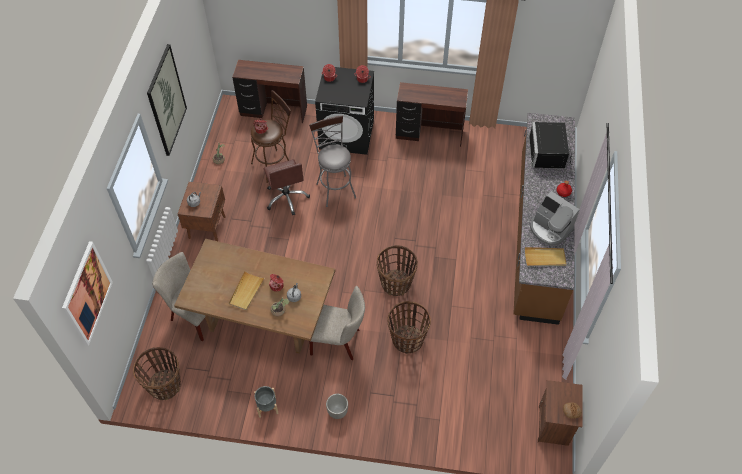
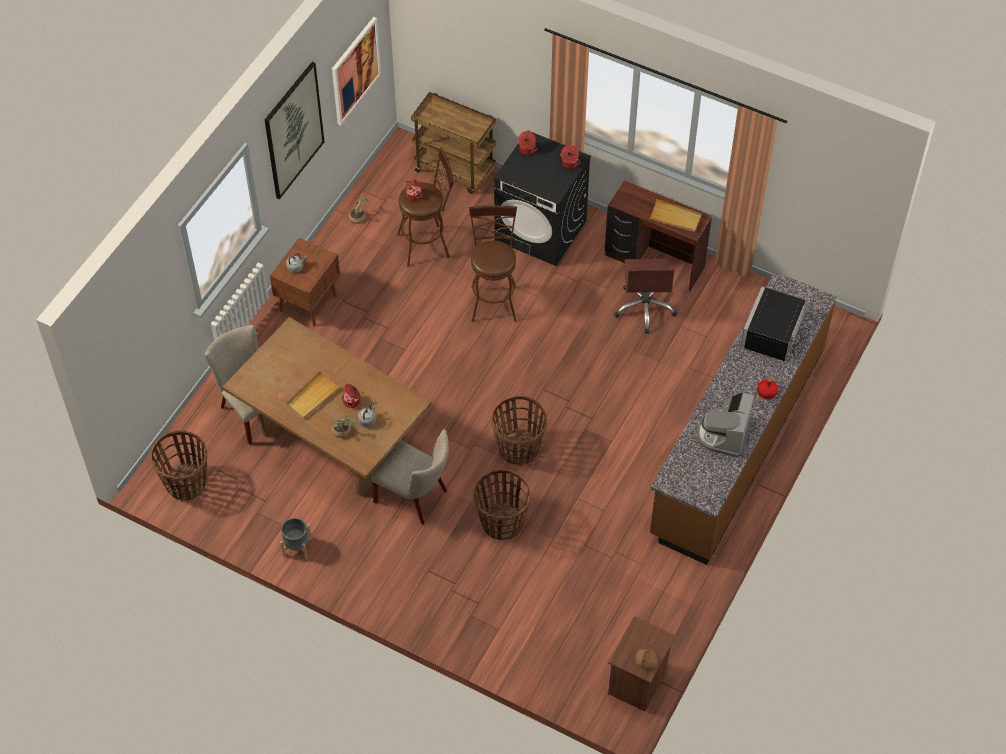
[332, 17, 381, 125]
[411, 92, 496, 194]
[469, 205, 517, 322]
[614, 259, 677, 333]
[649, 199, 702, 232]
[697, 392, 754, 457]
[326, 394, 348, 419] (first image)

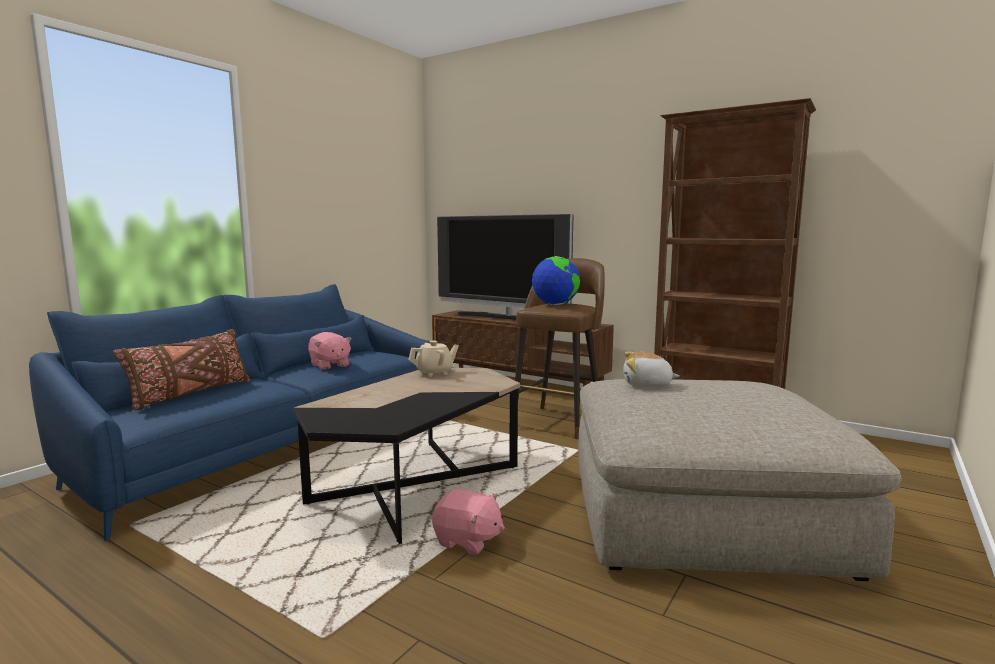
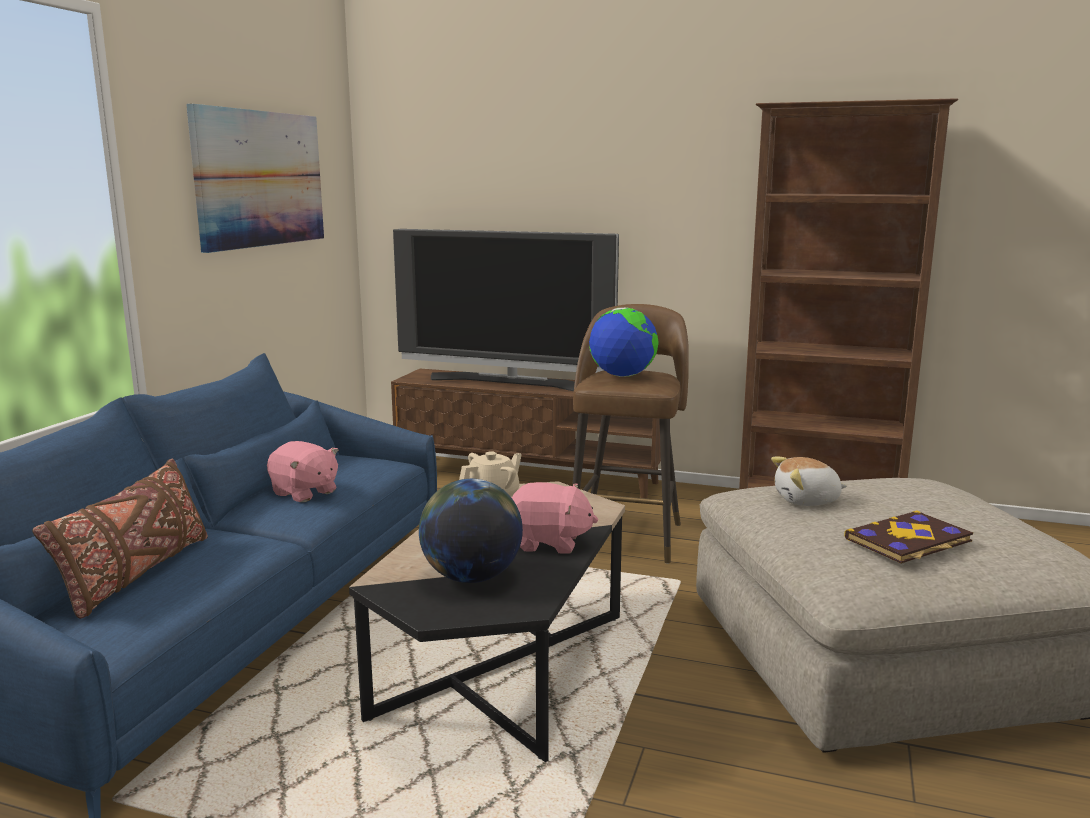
[186, 104, 324, 253]
[419, 479, 523, 583]
[512, 482, 598, 554]
[844, 510, 973, 564]

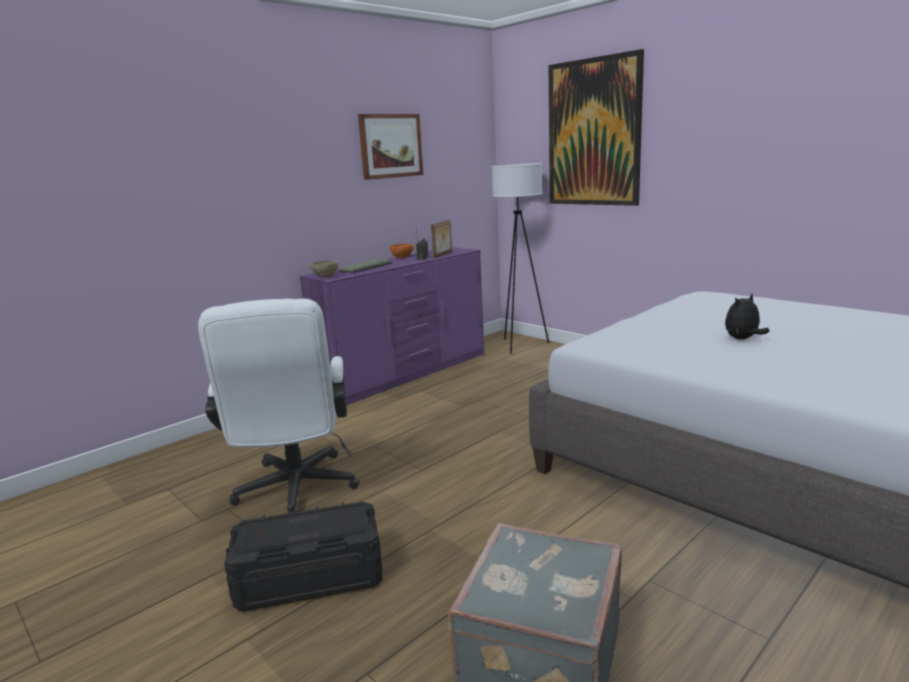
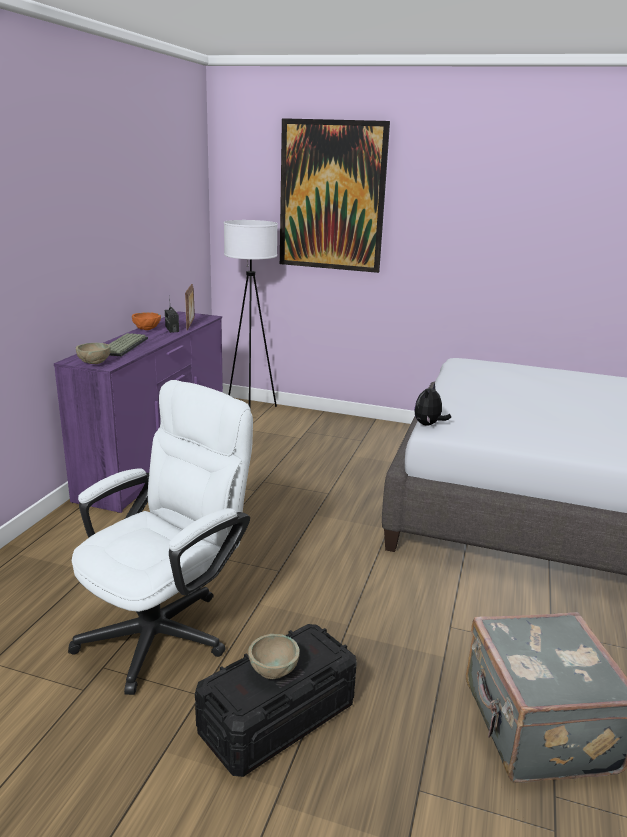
[68, 380, 253, 695]
[248, 634, 300, 679]
[414, 383, 451, 426]
[358, 114, 423, 180] (first image)

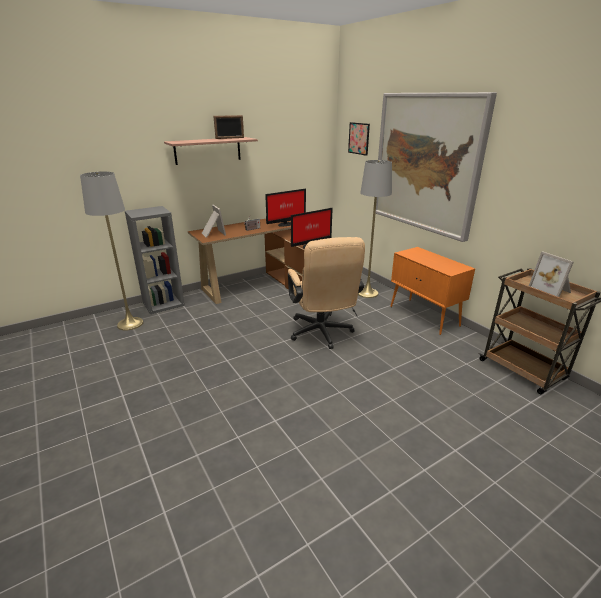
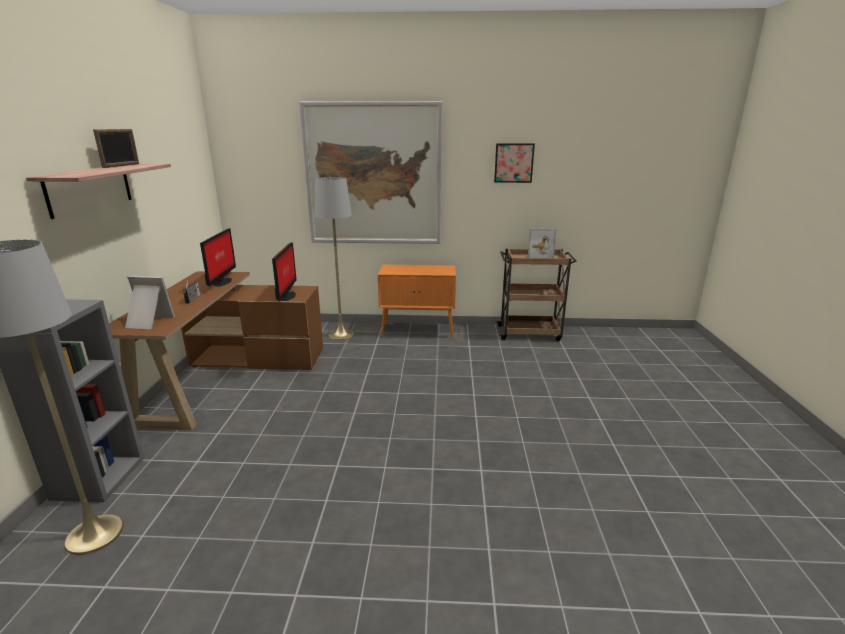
[494, 143, 535, 183]
[288, 237, 365, 349] (first image)

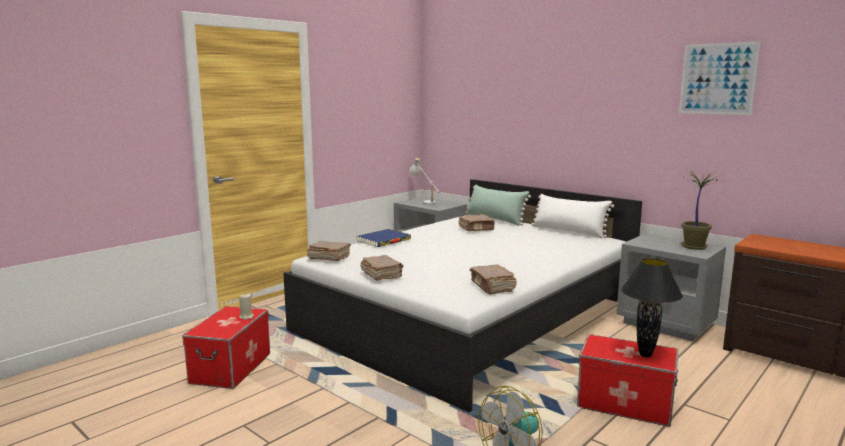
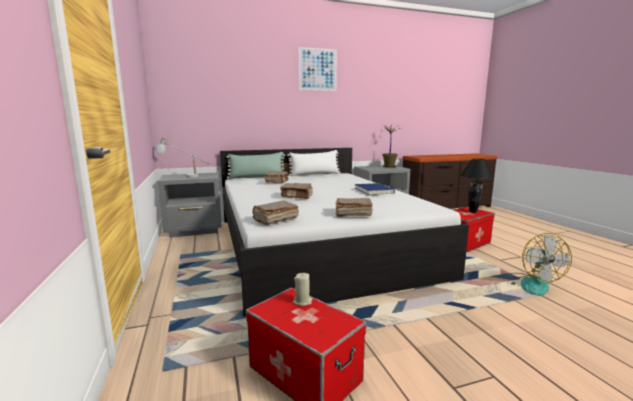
[280, 183, 313, 199]
[299, 47, 337, 91]
[355, 183, 395, 196]

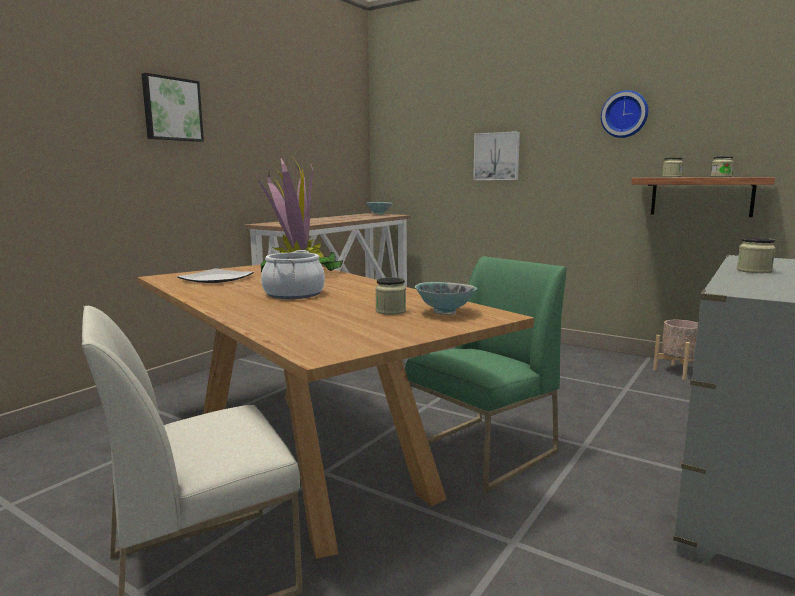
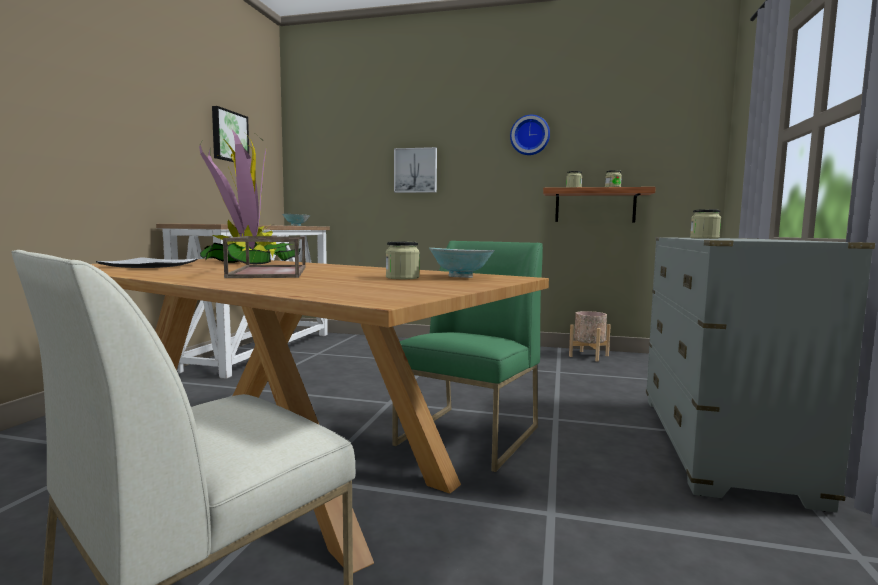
[212, 106, 249, 162]
[223, 236, 305, 278]

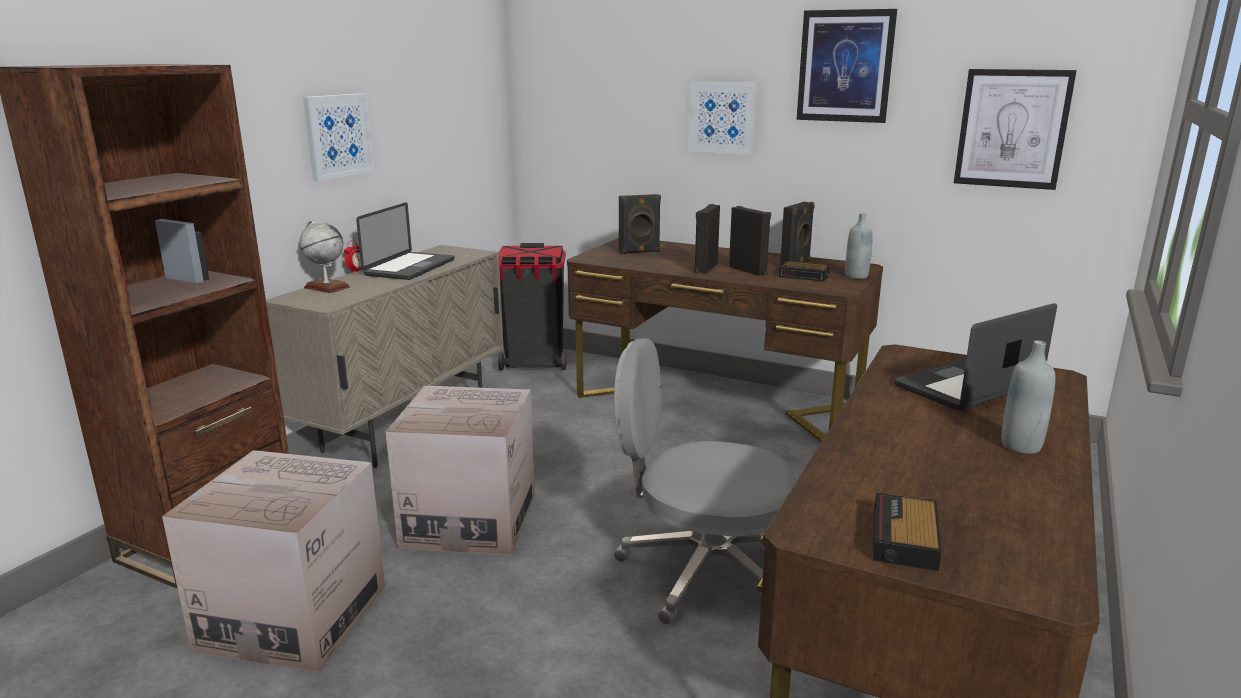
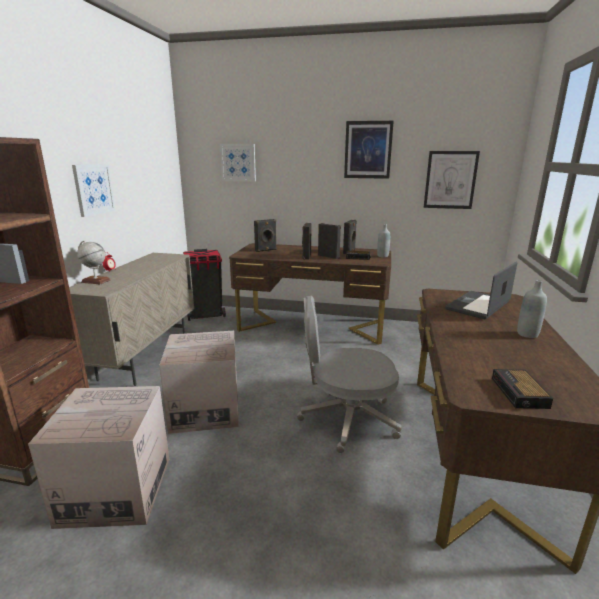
[220, 144, 256, 181]
[356, 202, 454, 280] (first image)

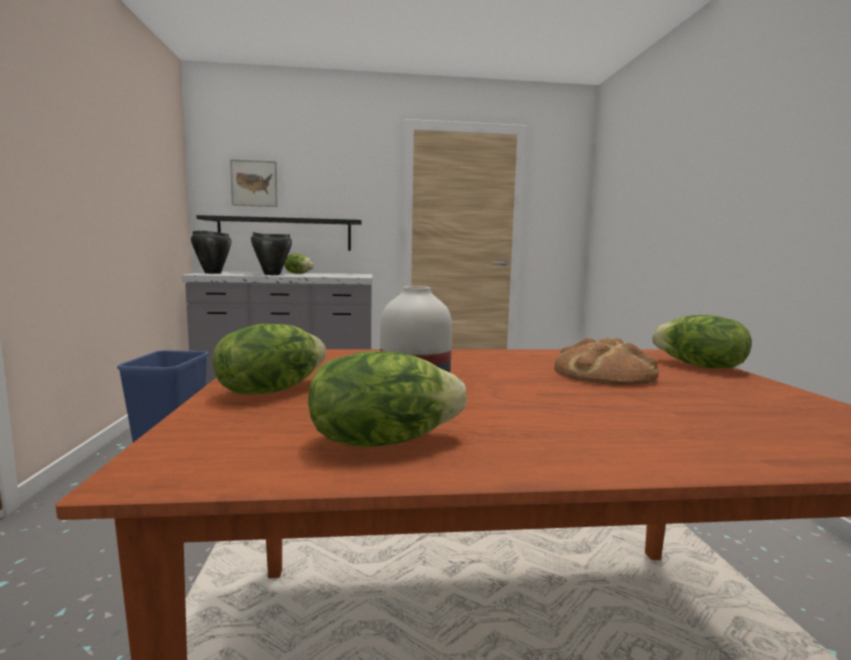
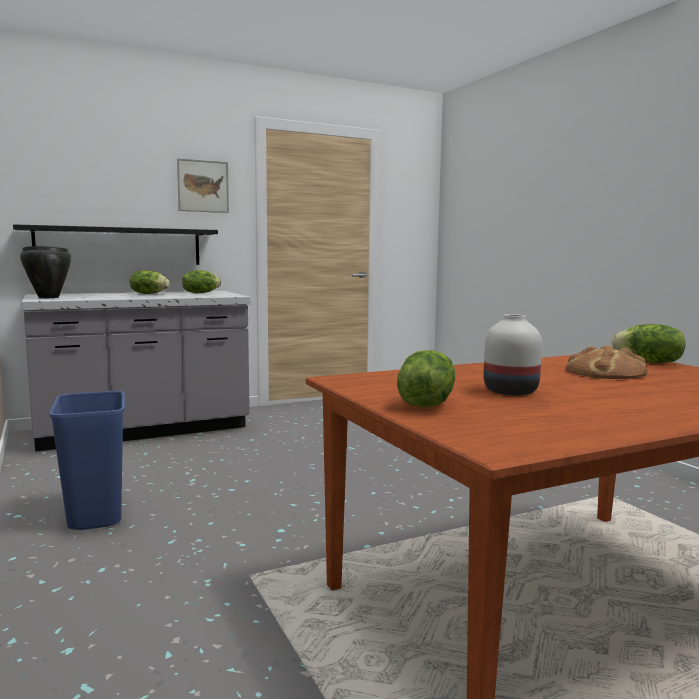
[177, 158, 229, 213]
[182, 270, 221, 293]
[251, 232, 292, 275] (first image)

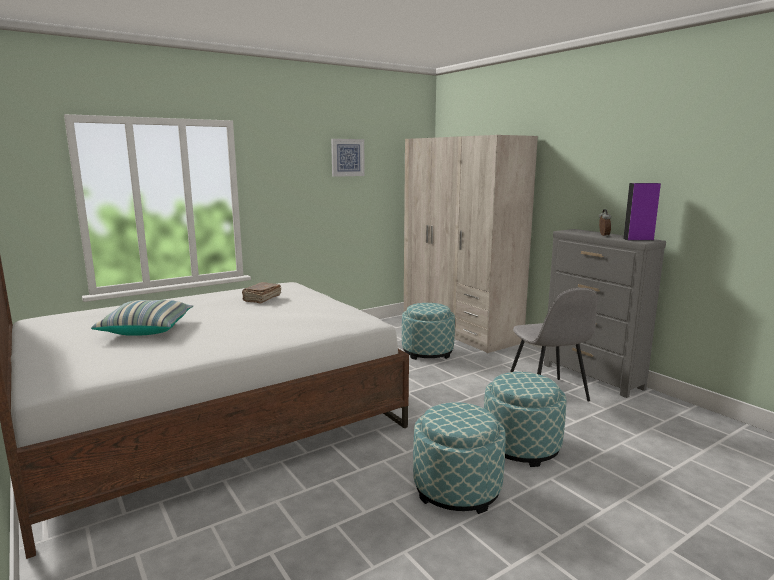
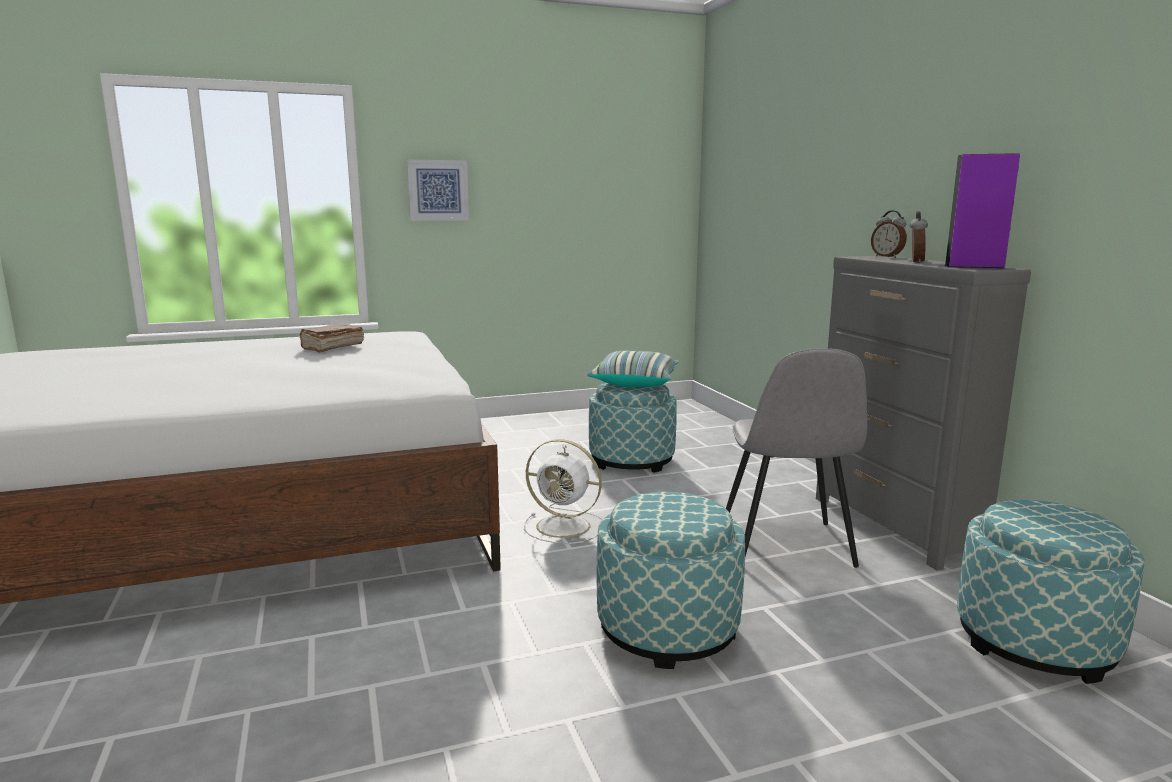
[407, 159, 469, 221]
[524, 439, 603, 544]
[587, 351, 679, 388]
[871, 210, 907, 258]
[957, 500, 1144, 684]
[404, 135, 538, 353] (first image)

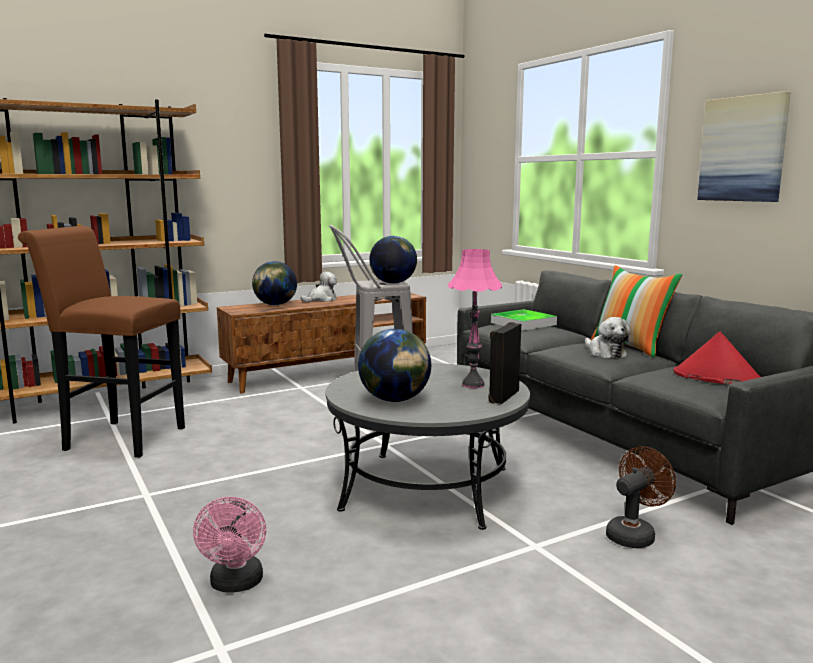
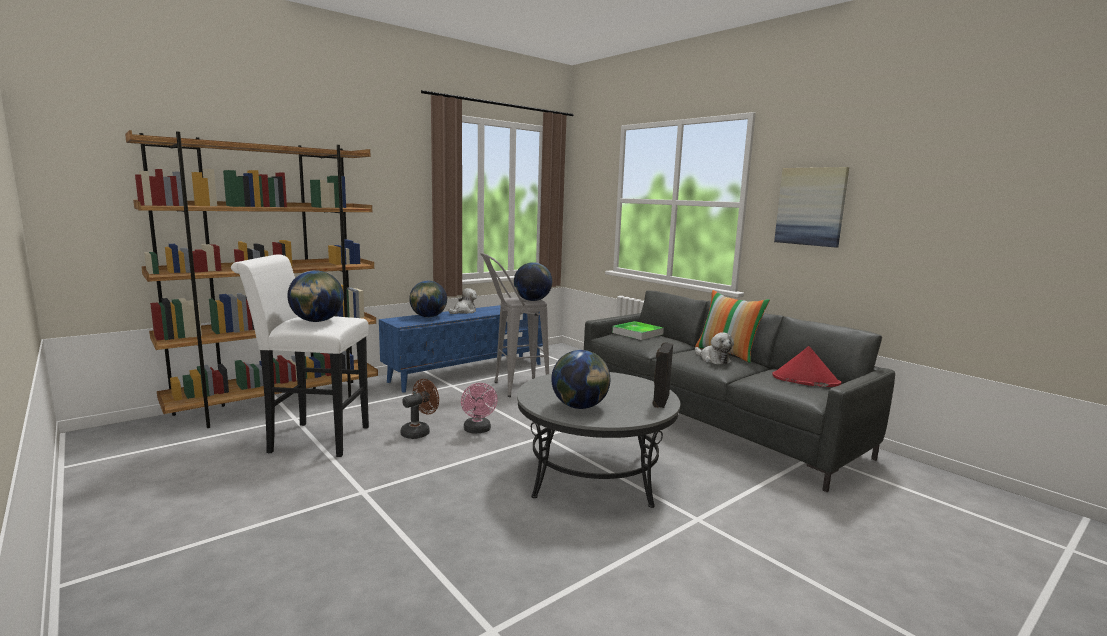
[231, 255, 369, 457]
[287, 270, 344, 322]
[379, 305, 543, 393]
[401, 379, 439, 439]
[461, 383, 498, 434]
[448, 249, 502, 388] (first image)

